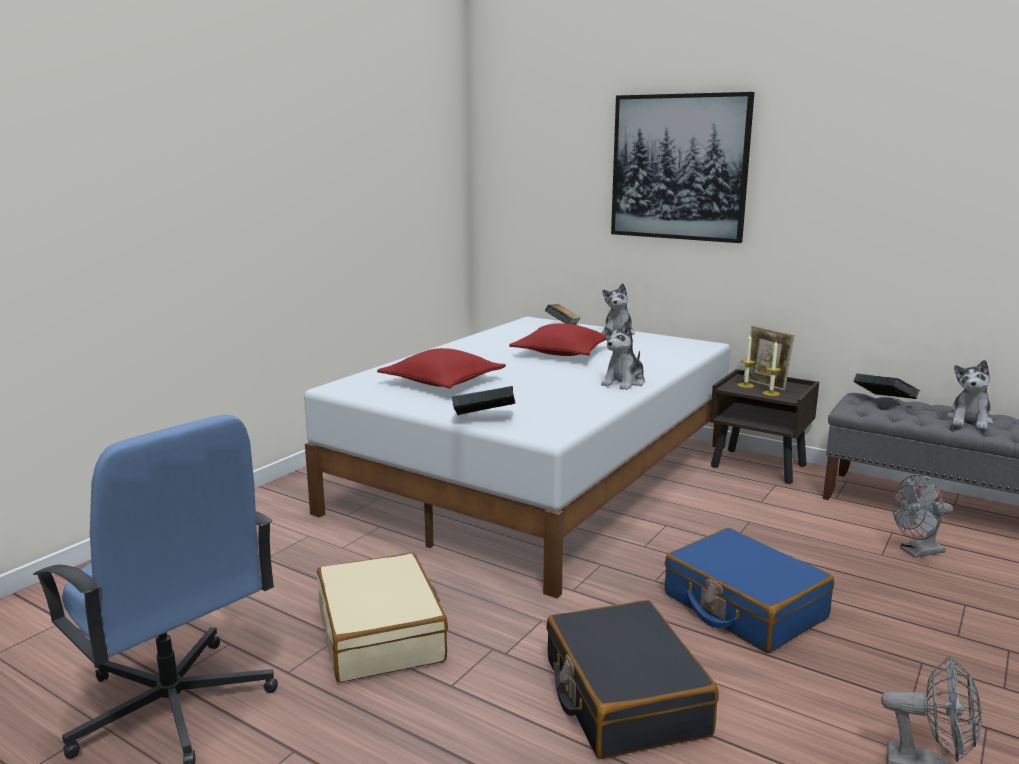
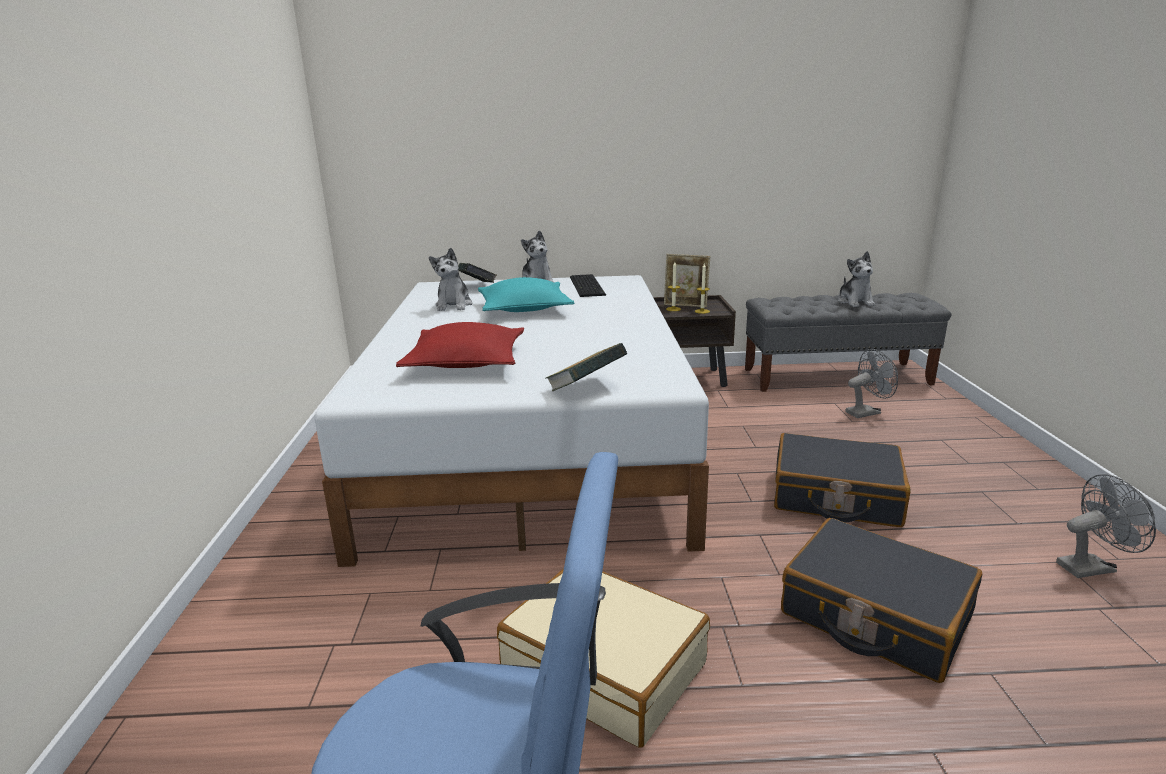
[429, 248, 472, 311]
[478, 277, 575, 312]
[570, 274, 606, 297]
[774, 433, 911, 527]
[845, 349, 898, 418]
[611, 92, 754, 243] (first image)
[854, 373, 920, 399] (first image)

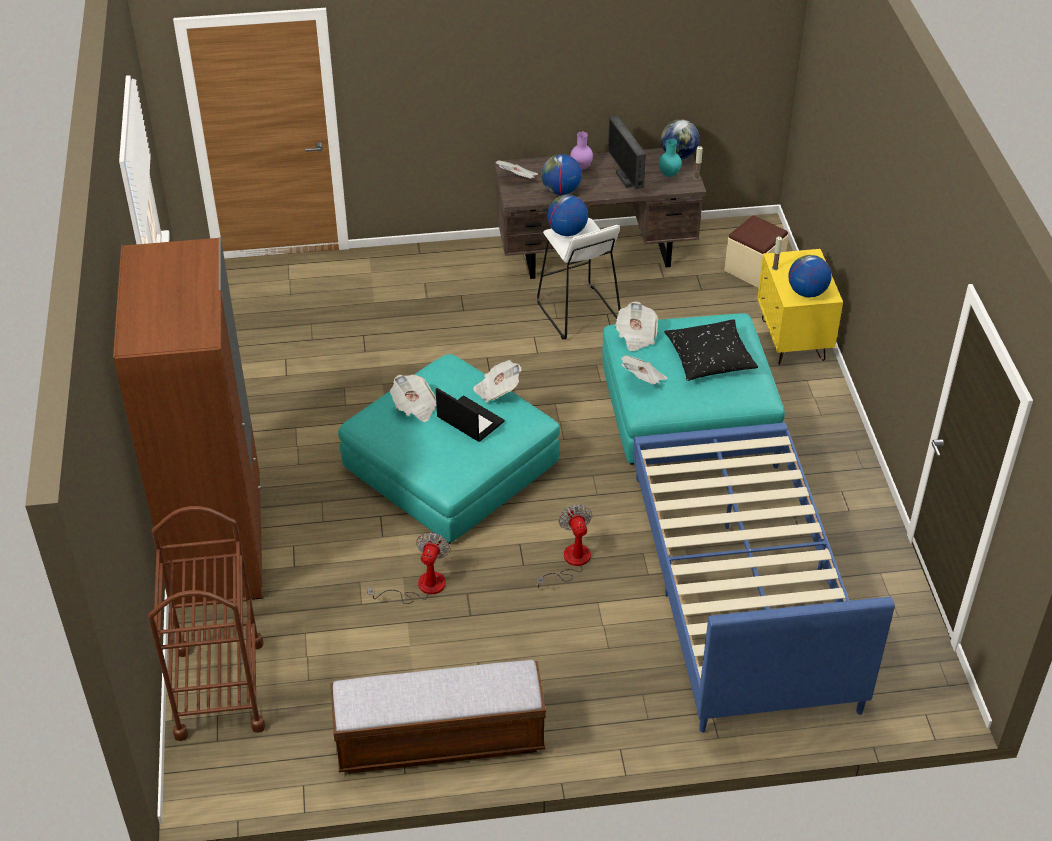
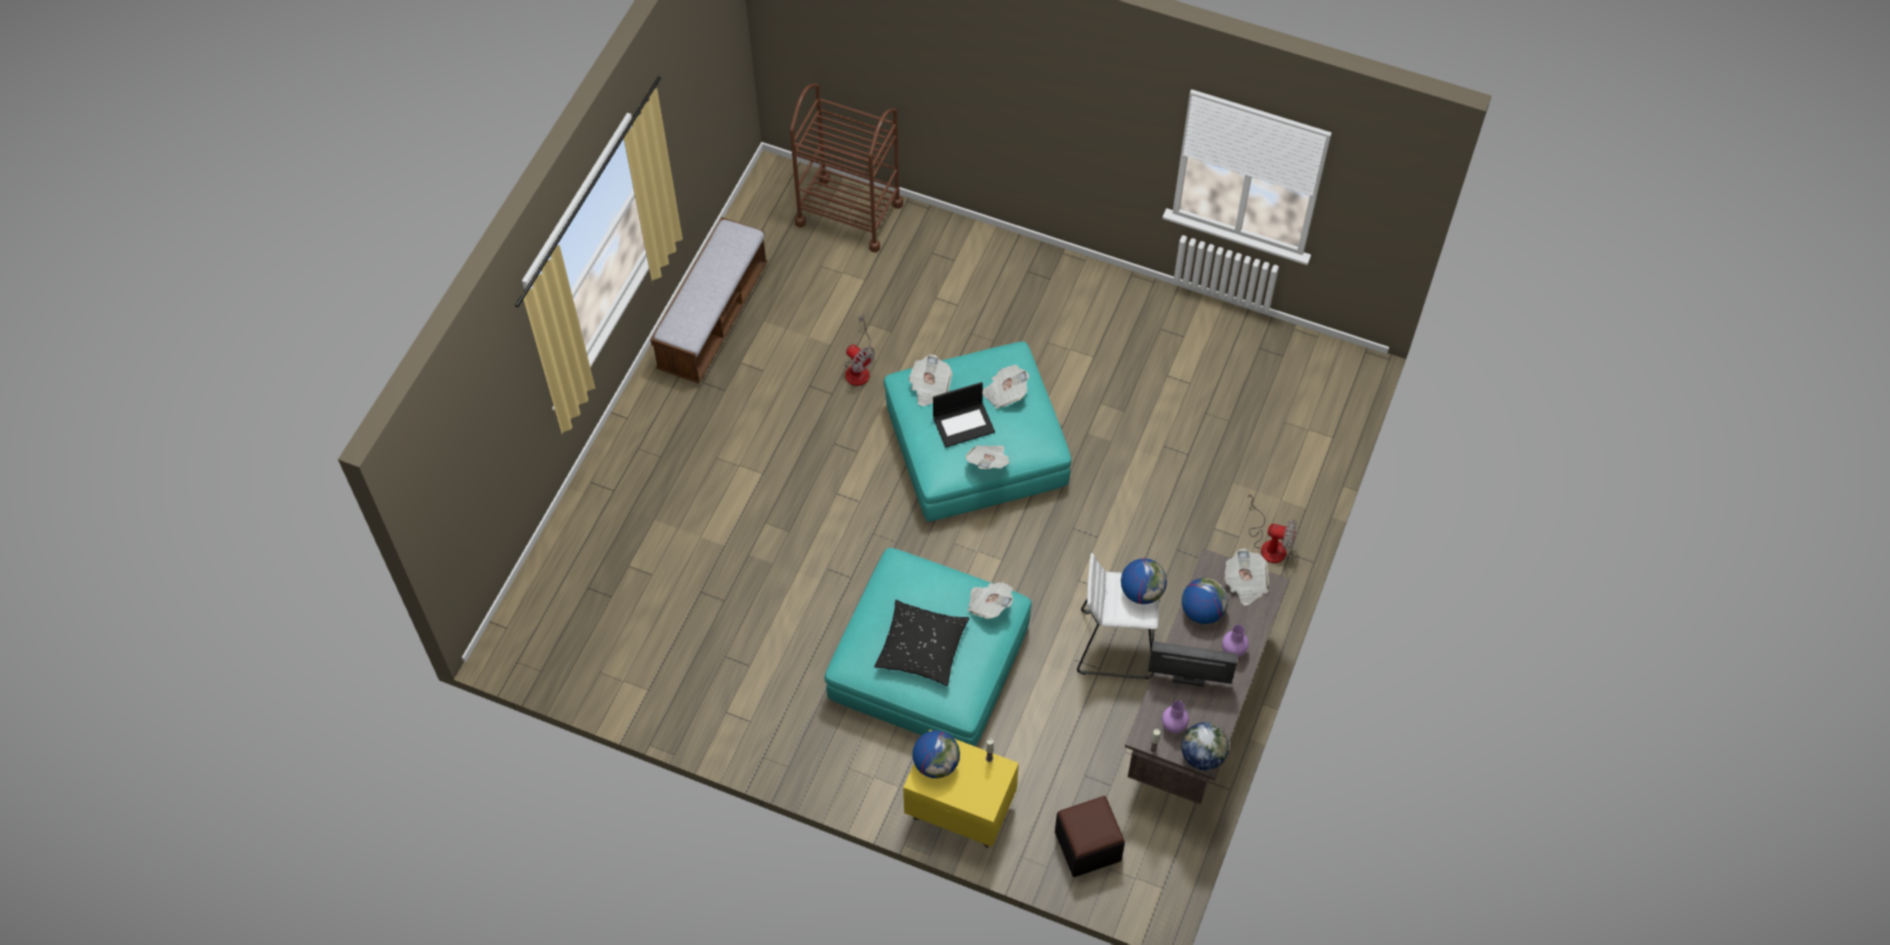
[909, 355, 953, 406]
[1055, 796, 1125, 877]
[1162, 701, 1189, 733]
[1247, 491, 1297, 563]
[113, 237, 263, 604] (first image)
[633, 422, 895, 733] (first image)

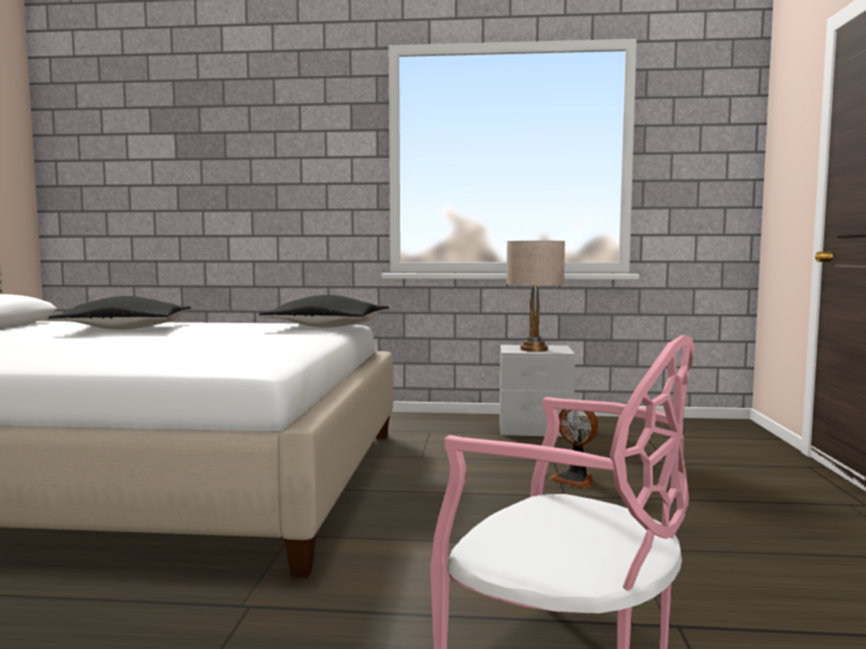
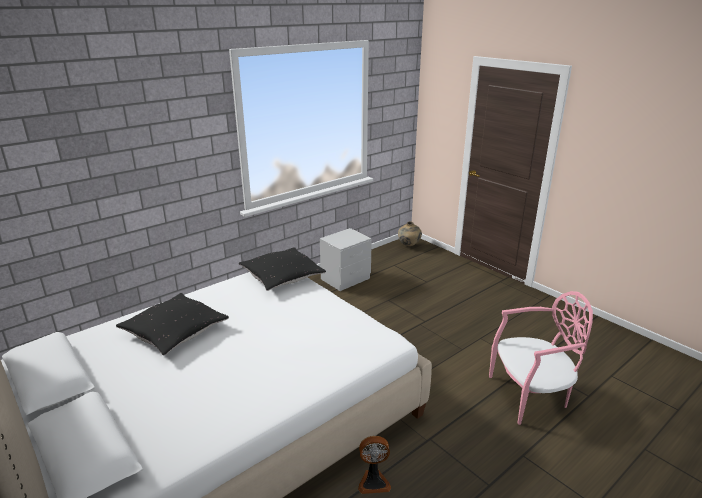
[358, 436, 391, 494]
[398, 222, 422, 246]
[506, 241, 565, 352] (first image)

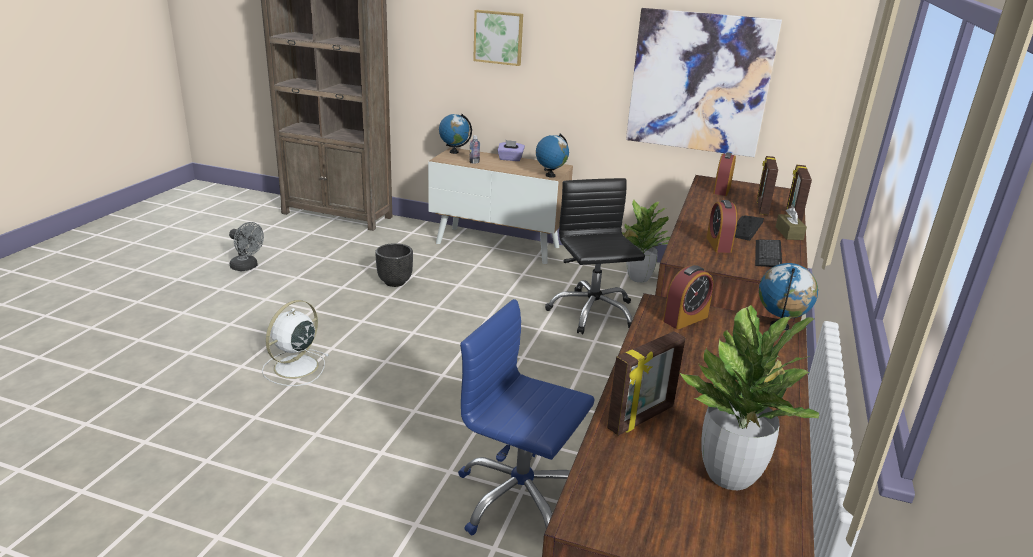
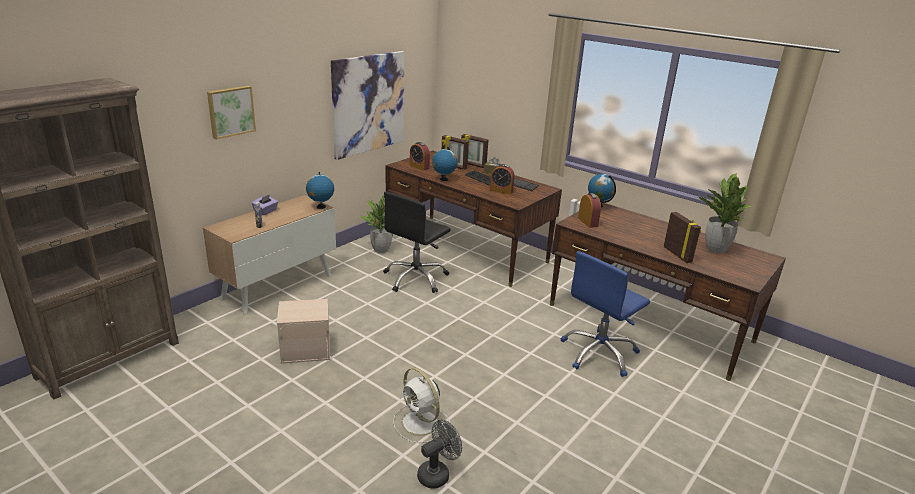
[277, 299, 330, 364]
[383, 191, 451, 293]
[417, 419, 462, 488]
[432, 147, 458, 181]

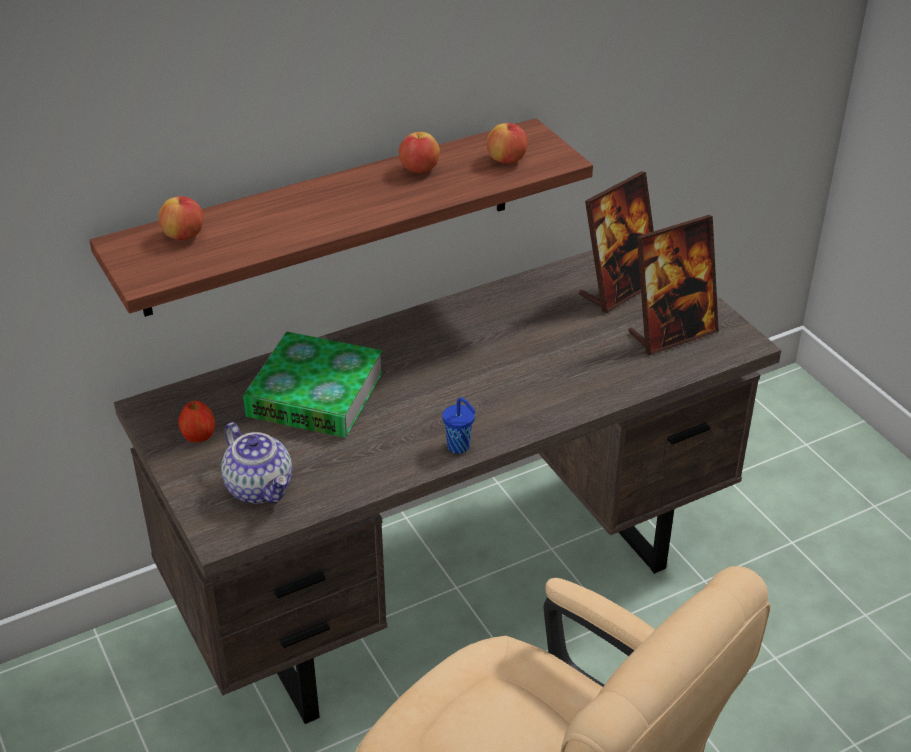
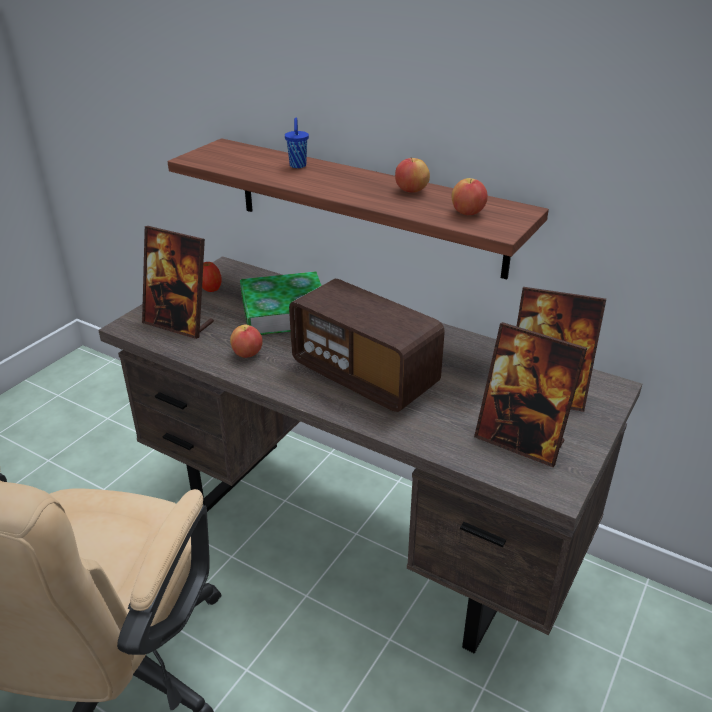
[142, 226, 214, 339]
[230, 324, 263, 358]
[285, 118, 309, 168]
[289, 279, 445, 412]

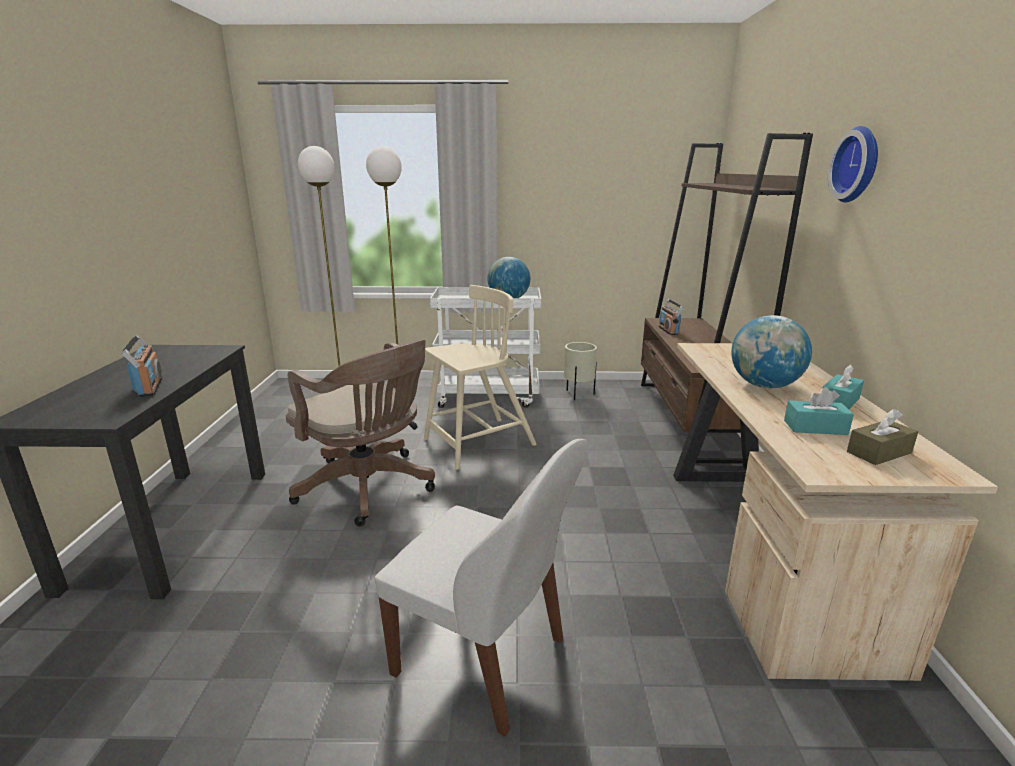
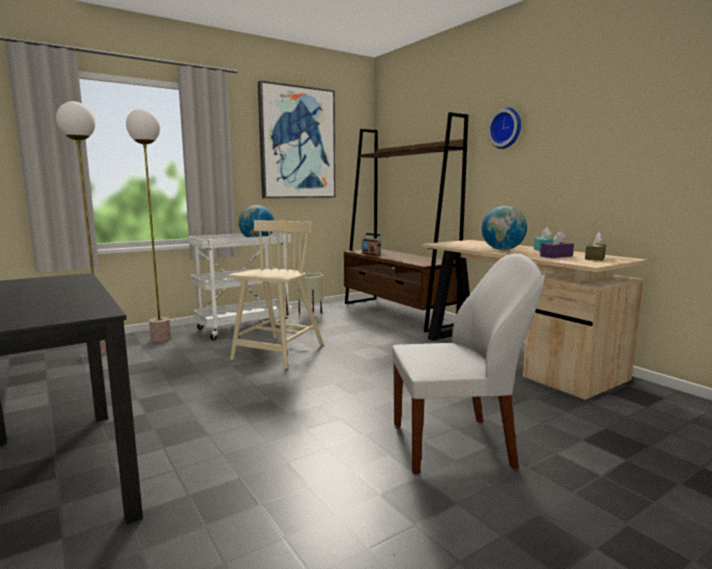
[258, 81, 335, 198]
[540, 231, 574, 258]
[121, 335, 162, 397] (first image)
[286, 340, 435, 527] (first image)

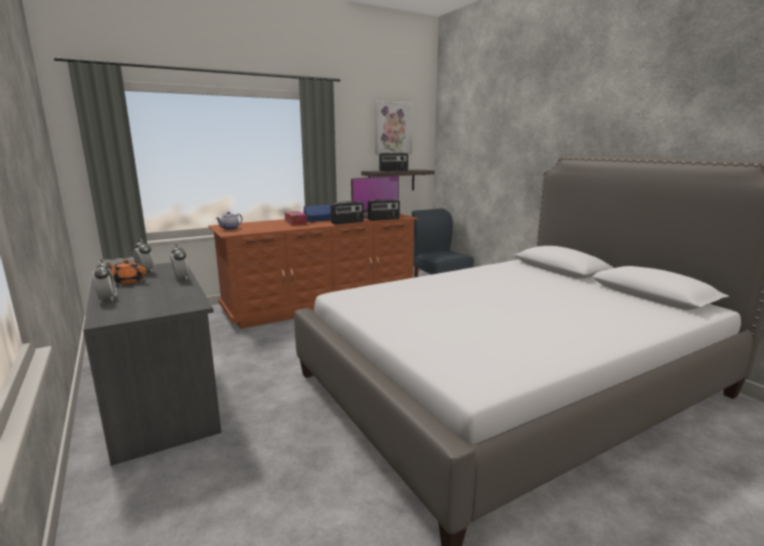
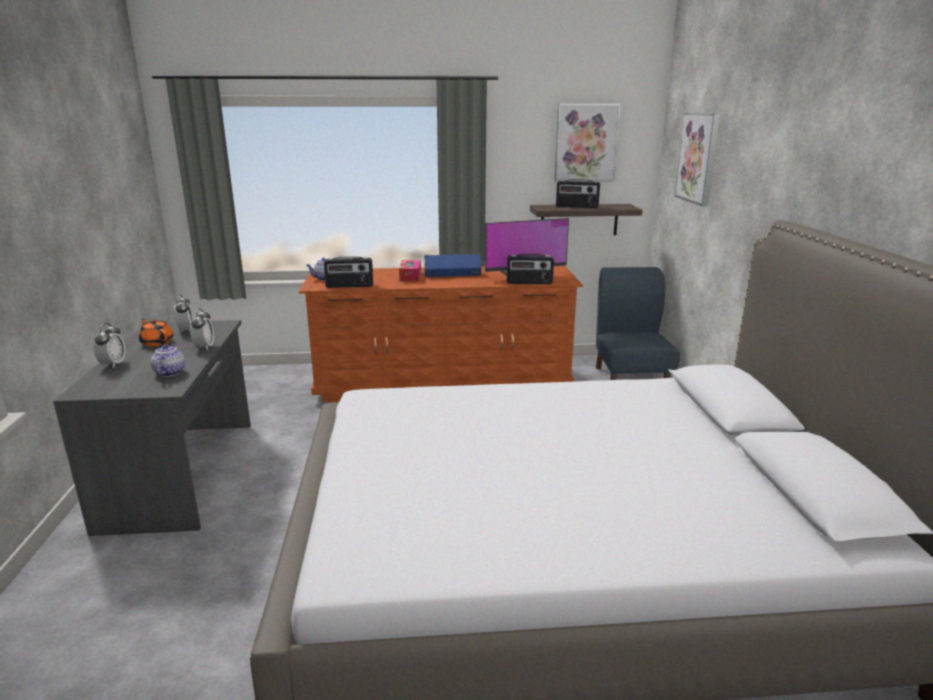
[151, 343, 185, 377]
[324, 256, 373, 288]
[675, 113, 720, 206]

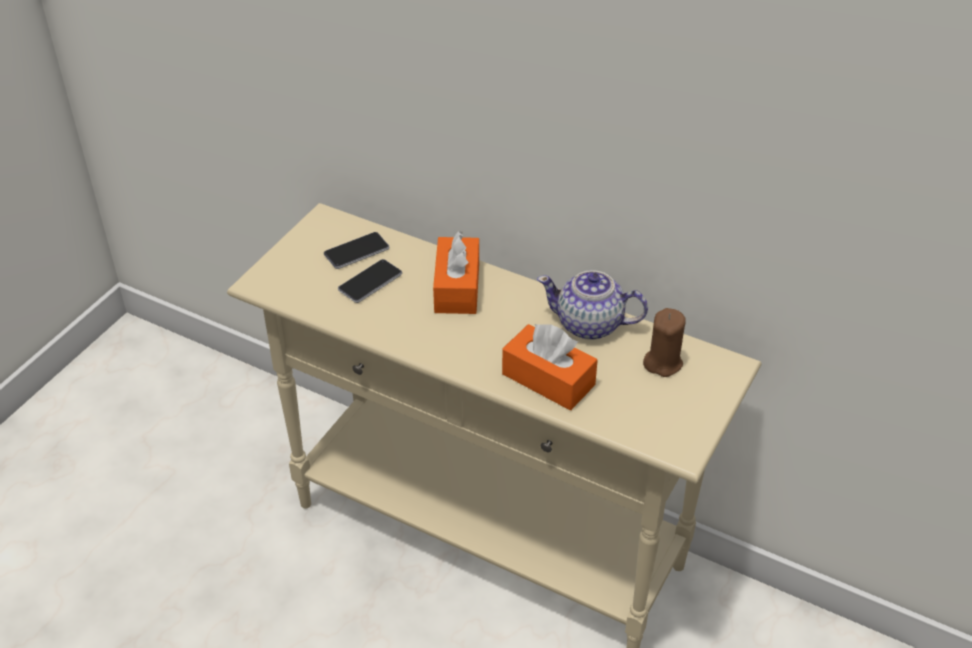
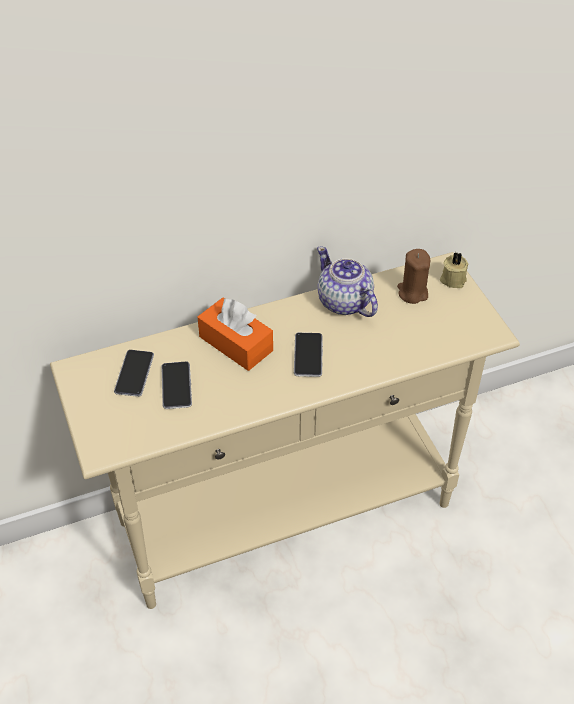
[294, 333, 323, 377]
[317, 246, 378, 317]
[440, 252, 468, 288]
[502, 324, 598, 410] (first image)

